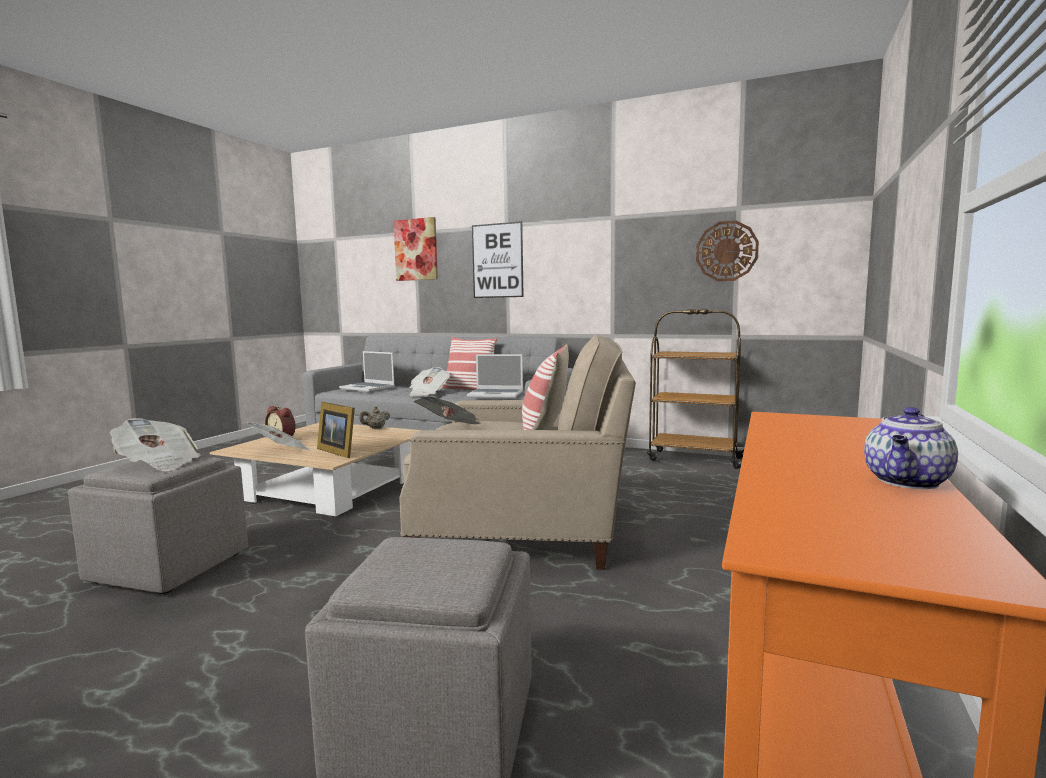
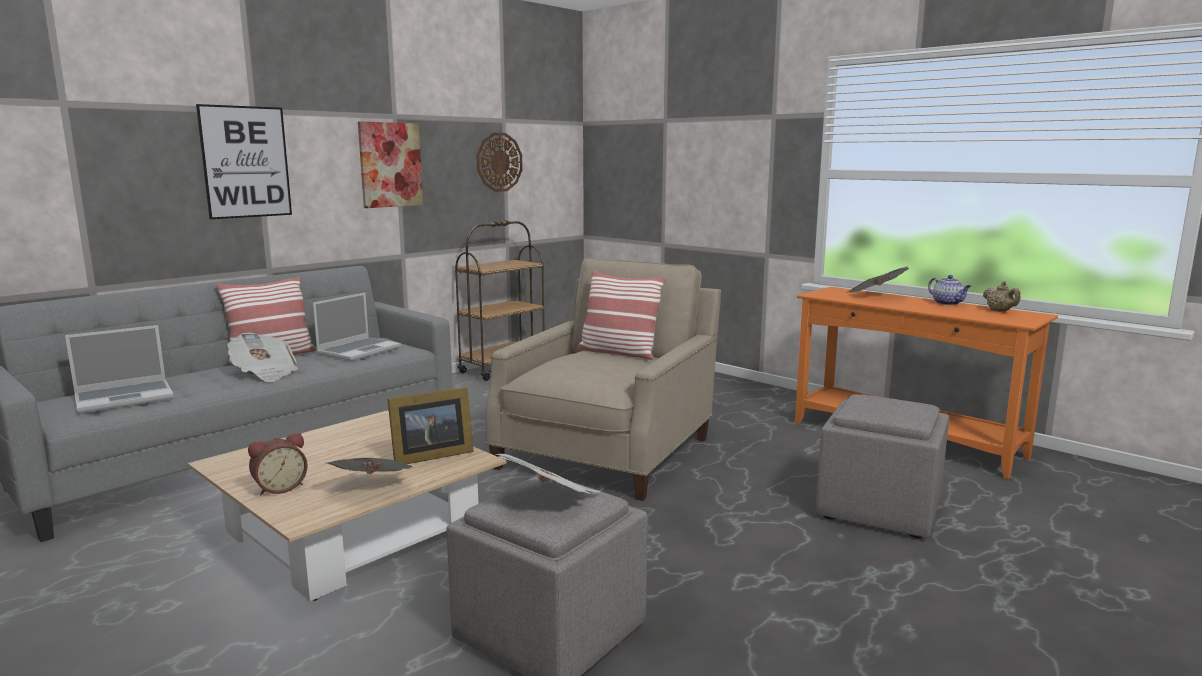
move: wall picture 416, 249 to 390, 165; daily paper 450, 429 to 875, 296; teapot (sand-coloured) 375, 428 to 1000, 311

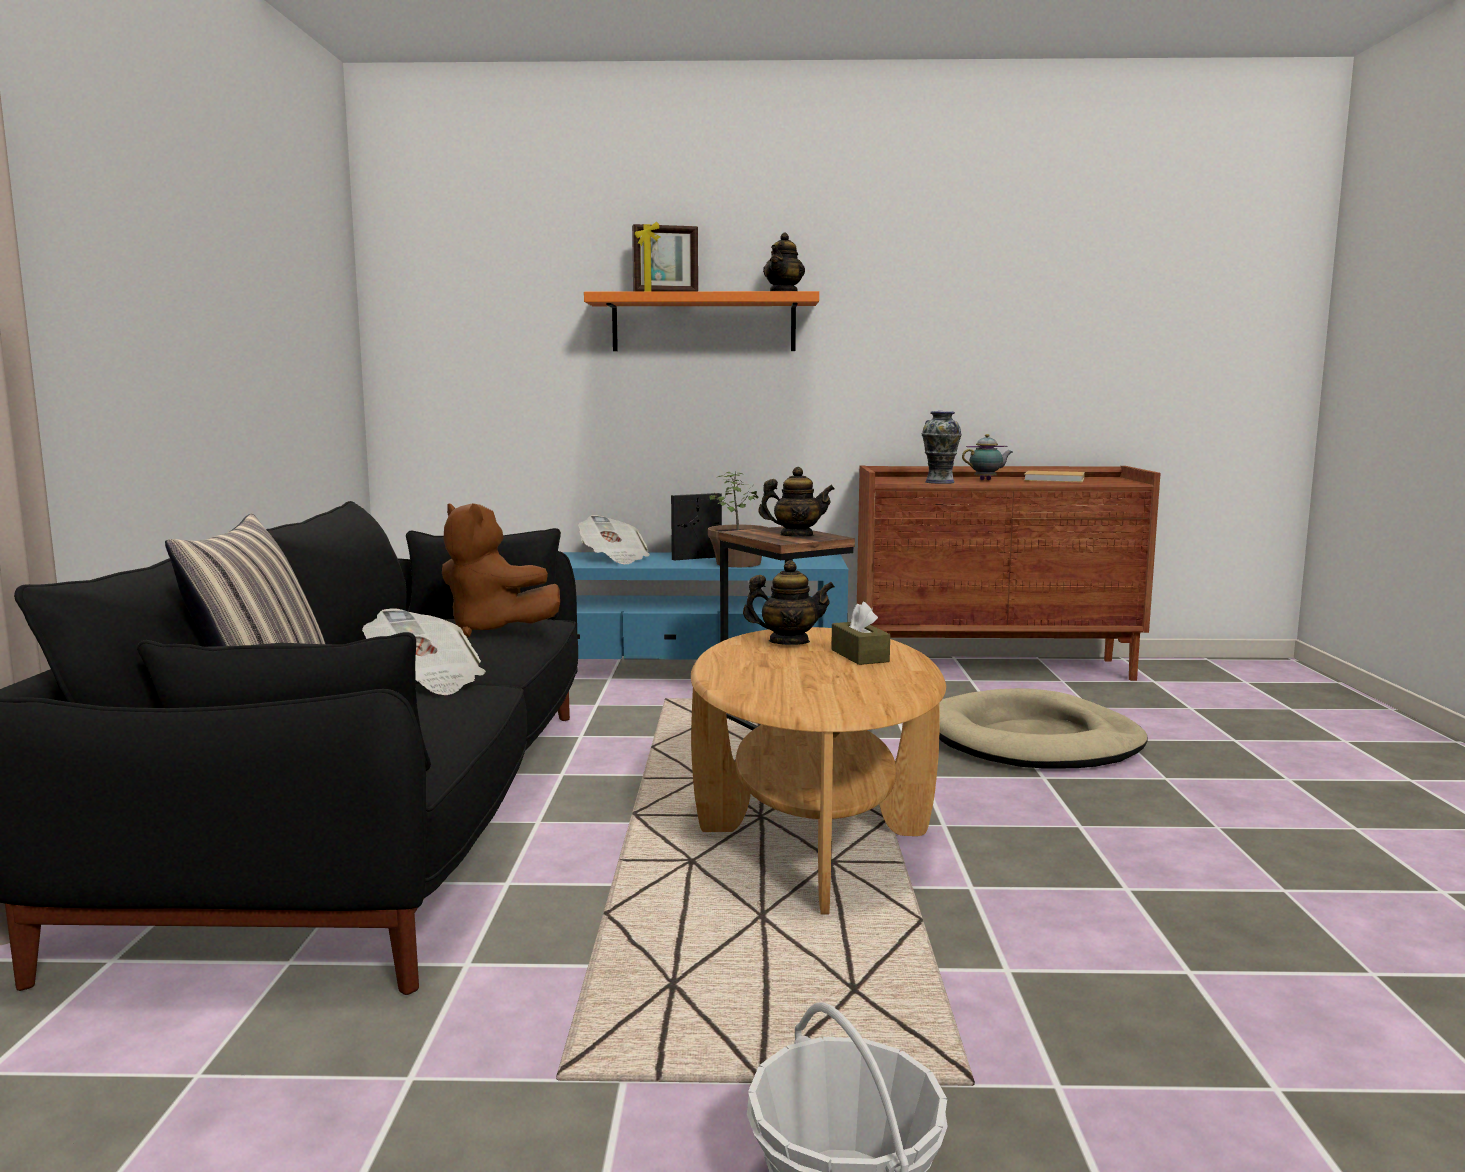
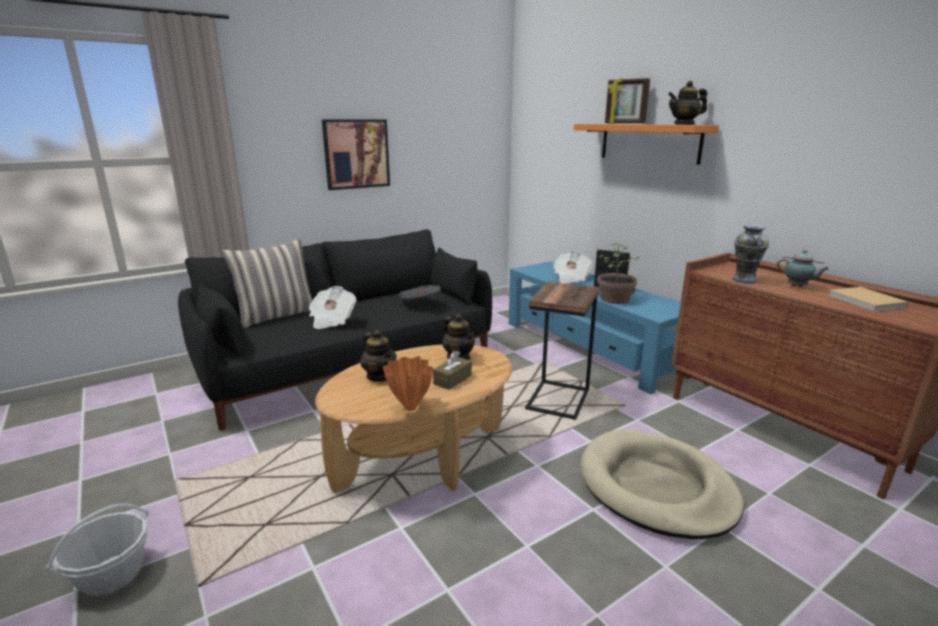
insert: wall picture 356, 154; flower vase (orange-coloured) 409, 407
move: teapot 796, 536 to 379, 376
replace: soft toy (brown-coloured) 493, 630 to daily paper 420, 303

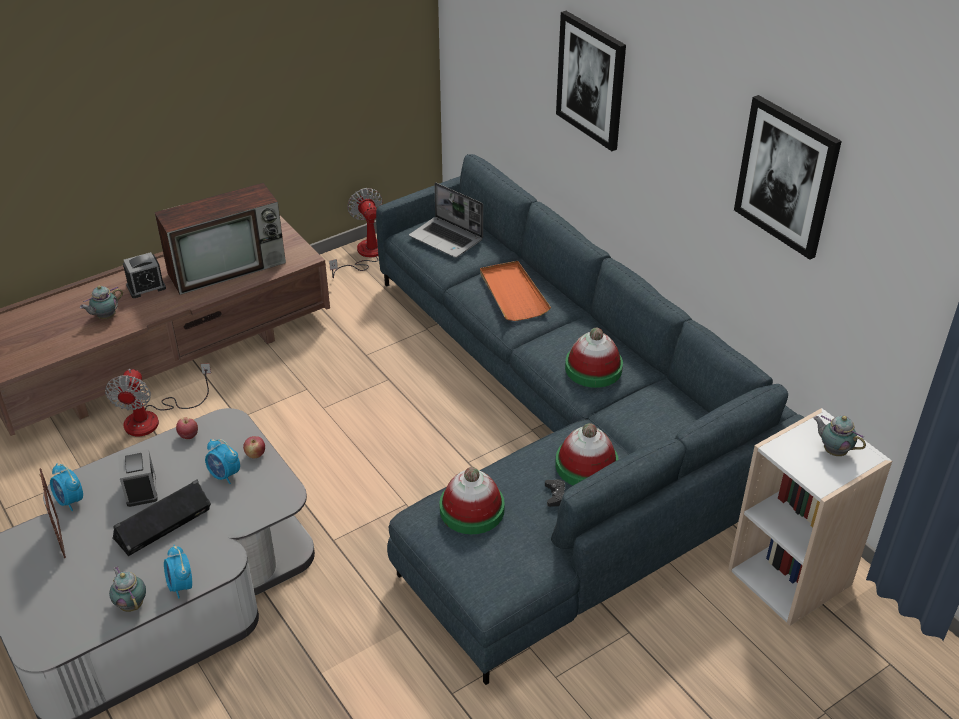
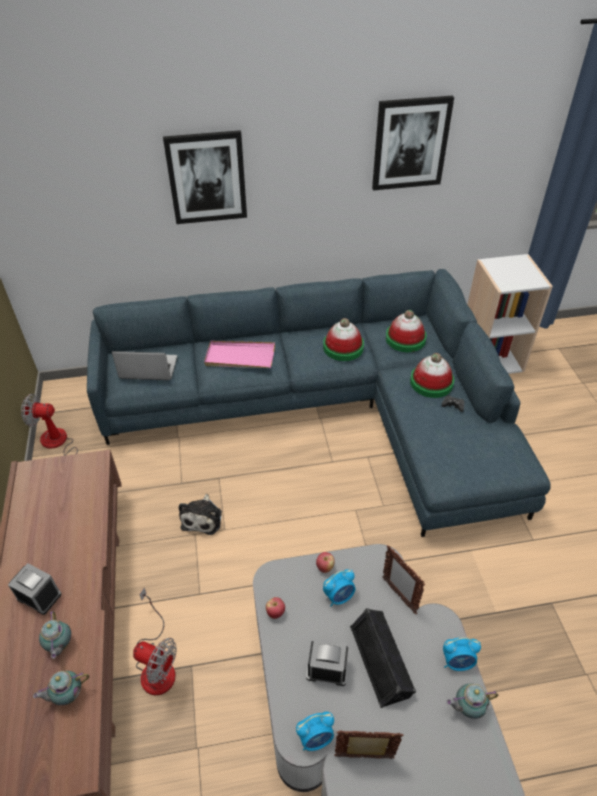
delete: TV set 229, 267
insert: soft toy 203, 518; picture frame 399, 595
move: teapot 833, 450 to 67, 695; wearable hat 472, 509 to 405, 339
recolor: tray (orange-coloured) 512, 293 to tray (pink-coloured) 240, 357
rotate: table clock 146, 287 = 39, 596 60 degrees counterclockwise; portable computer 447, 238 = 148, 369 150 degrees counterclockwise

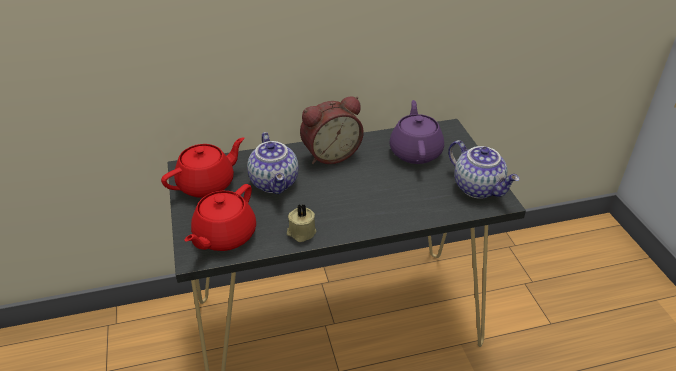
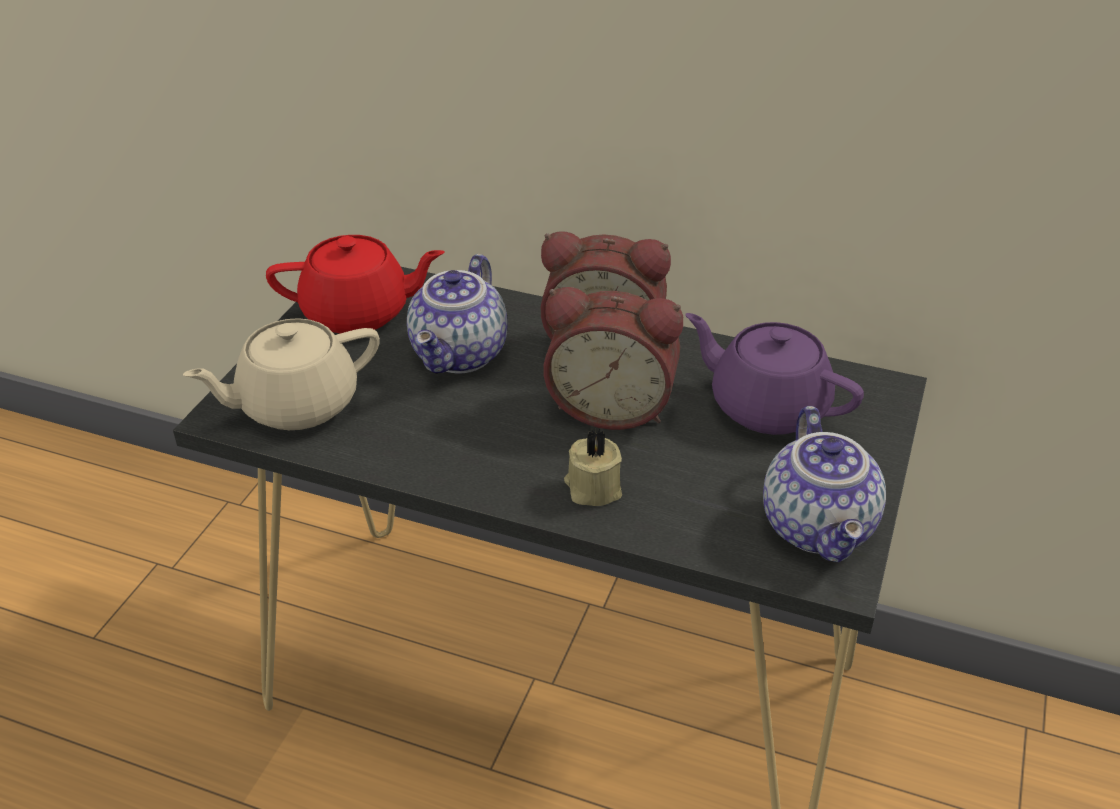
insert: table clock 612, 405
move: candle (sand-coloured) 301, 232 to 592, 488
recolor: teapot (red) 224, 236 to teapot (sand-coloured) 296, 404
rotate: teapot (purplish) 415, 152 = 767, 406 90 degrees counterclockwise

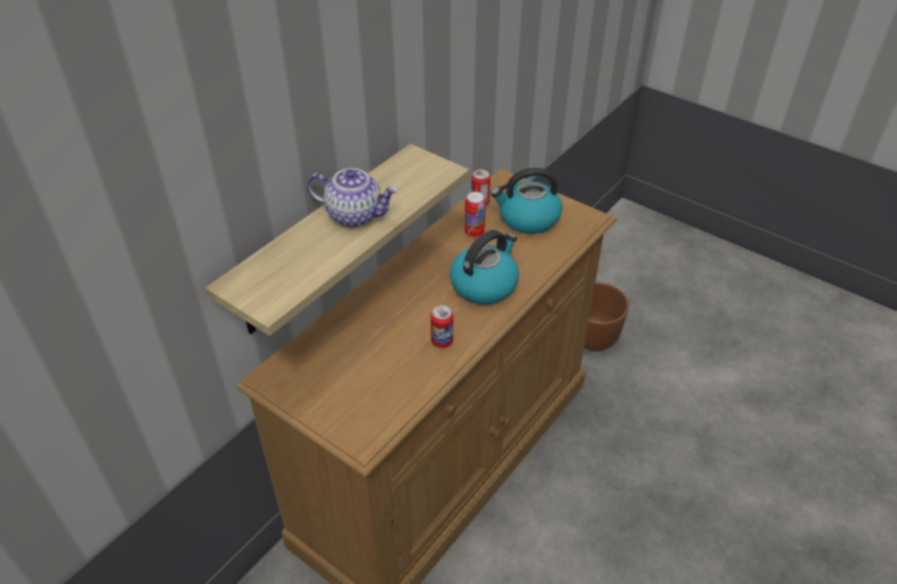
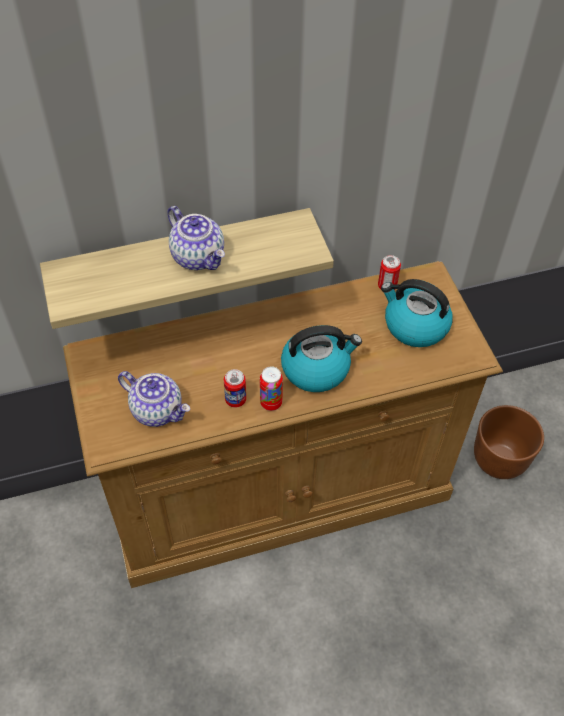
insert: teapot 158, 410
move: can 474, 233 to 271, 403

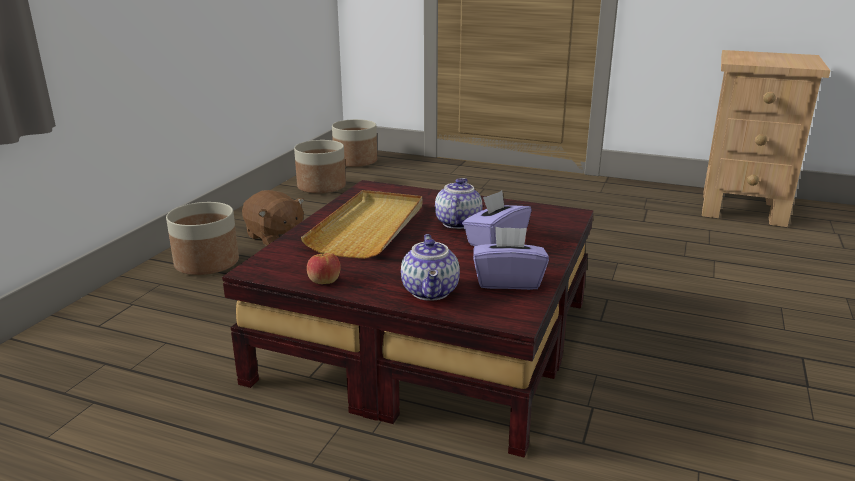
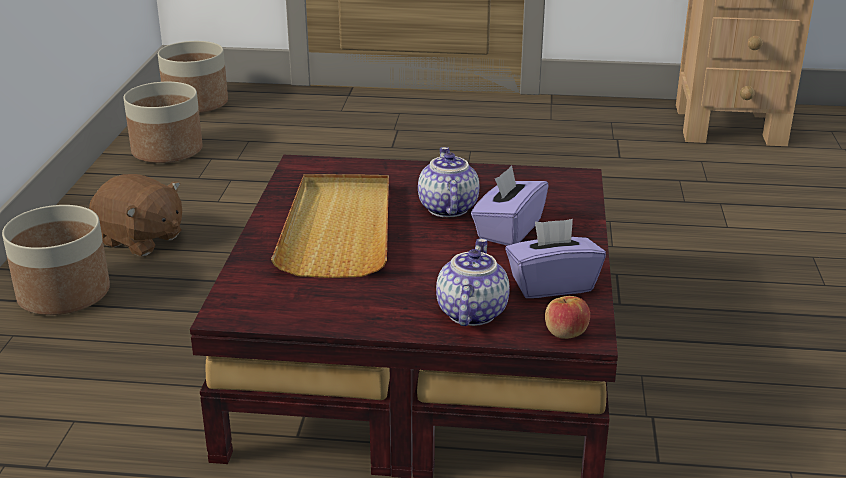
move: apple 324, 281 to 565, 332
rotate: teapot 431, 292 = 470, 312 150 degrees counterclockwise

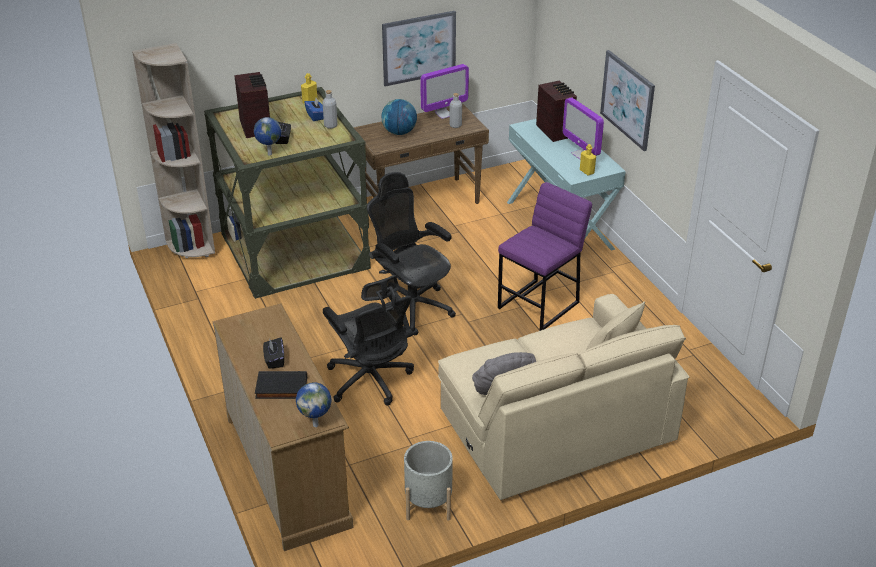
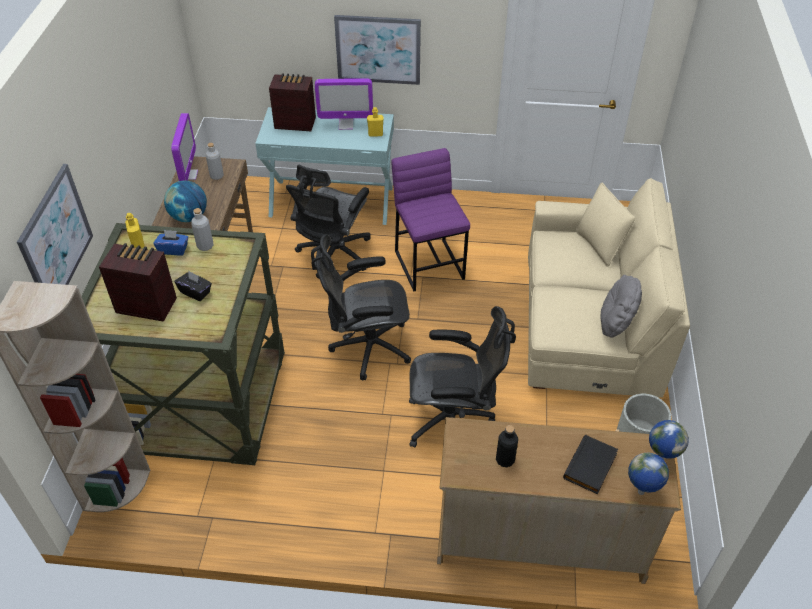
delete: box of tissues (black-coloured) 274, 360
insert: desk chair 333, 256; bottle (black-coloured) 505, 460
move: wall picture 419, 48 to 56, 238; globe 269, 154 to 641, 493

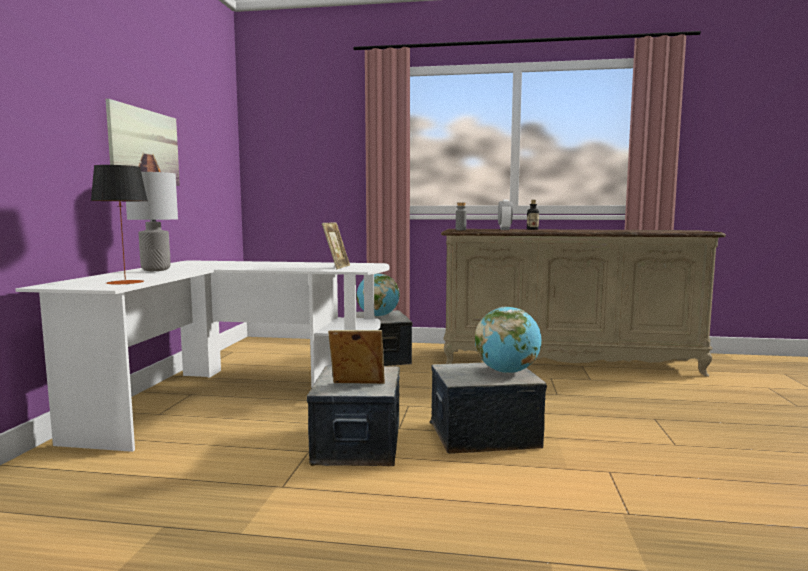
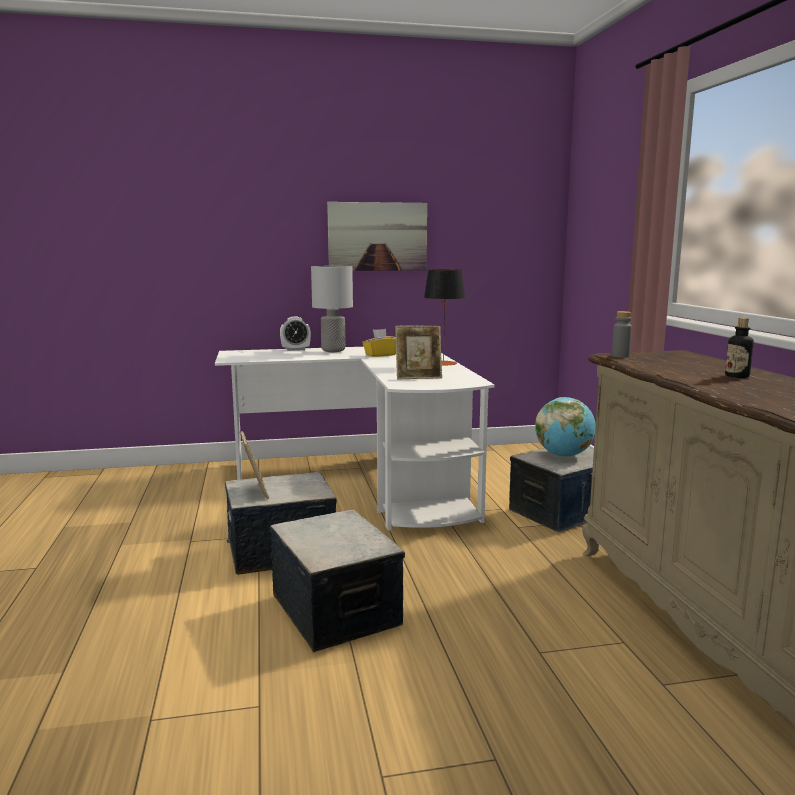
delete: globe 507, 372
insert: box of tissues (yellow-coloured) 380, 355
move: table clock 504, 229 to 295, 349; tabletop lamp 125, 282 to 443, 363

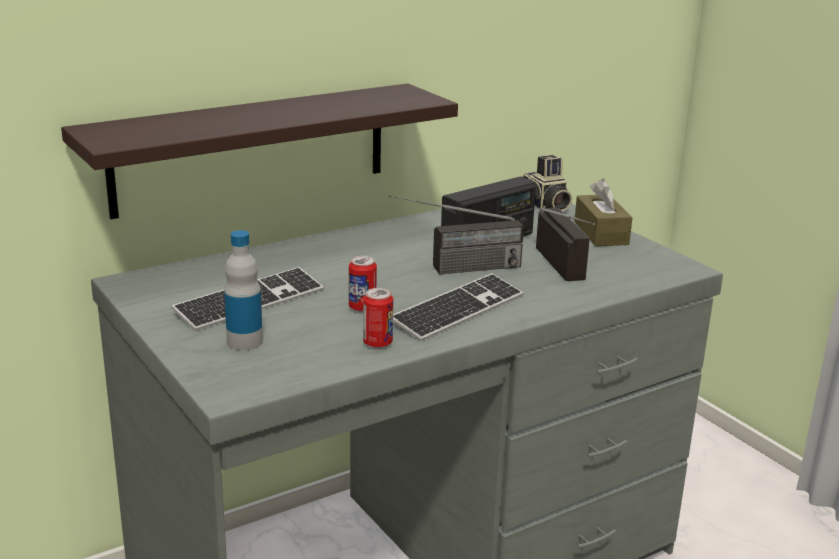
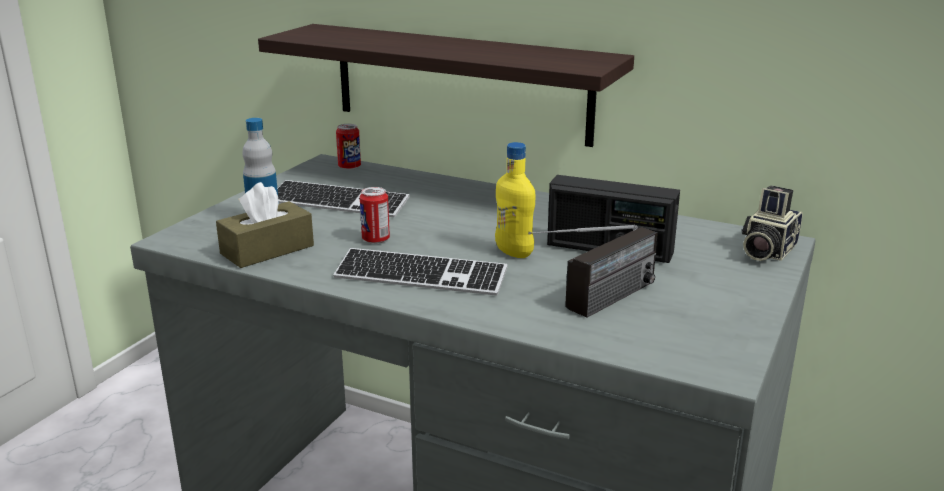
move: box of tissues (brown-coloured) 601, 233 to 267, 250; can 377, 343 to 349, 167
replace: radio set 455, 269 to bottle (yellow-coloured) 514, 252

